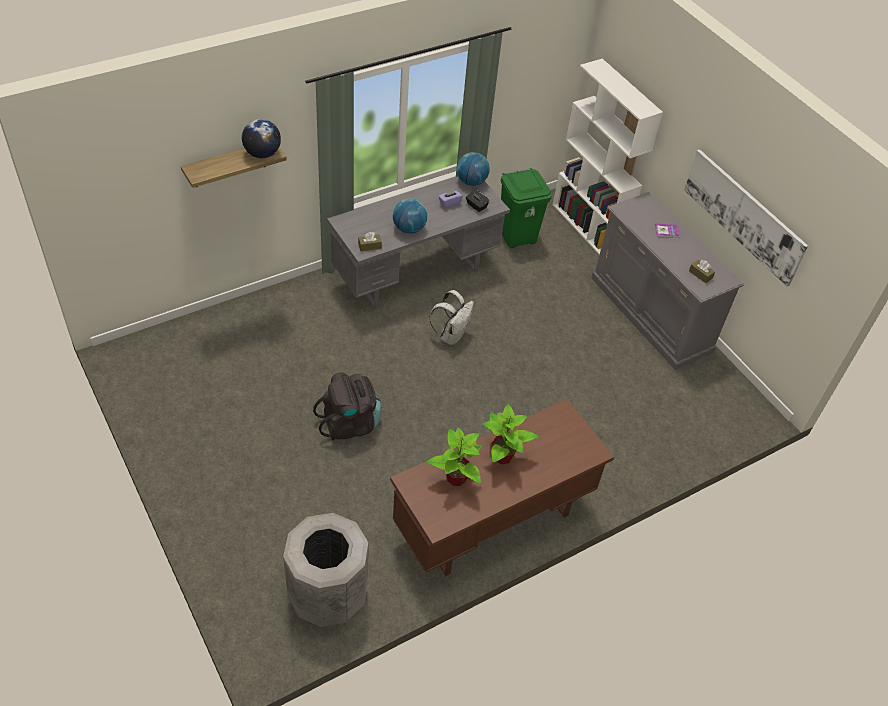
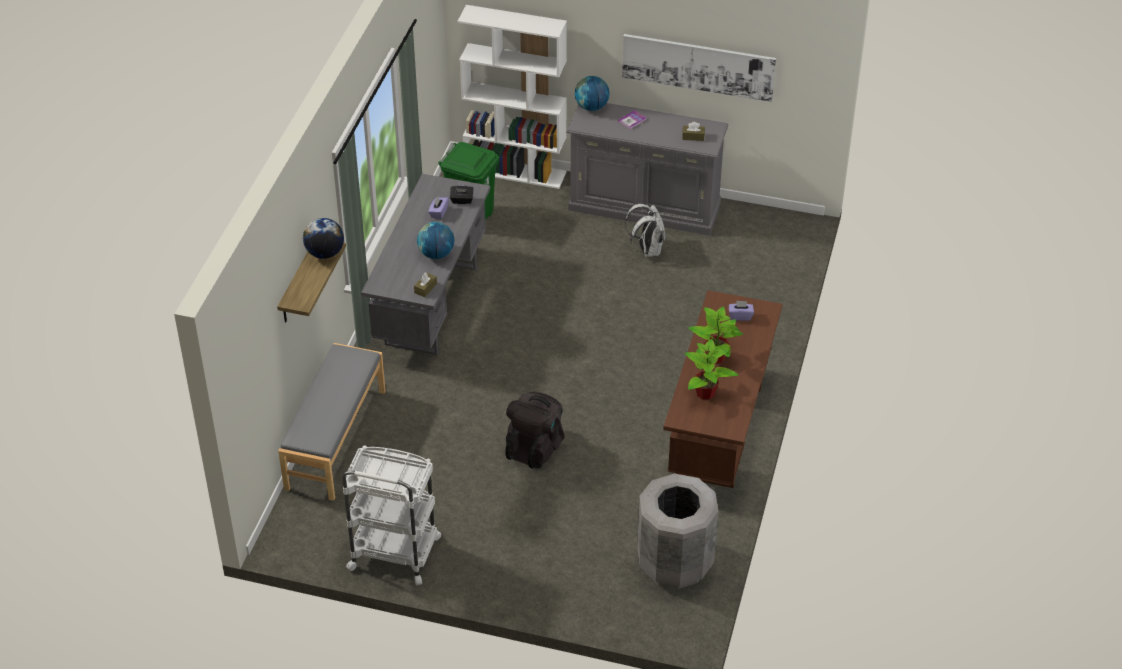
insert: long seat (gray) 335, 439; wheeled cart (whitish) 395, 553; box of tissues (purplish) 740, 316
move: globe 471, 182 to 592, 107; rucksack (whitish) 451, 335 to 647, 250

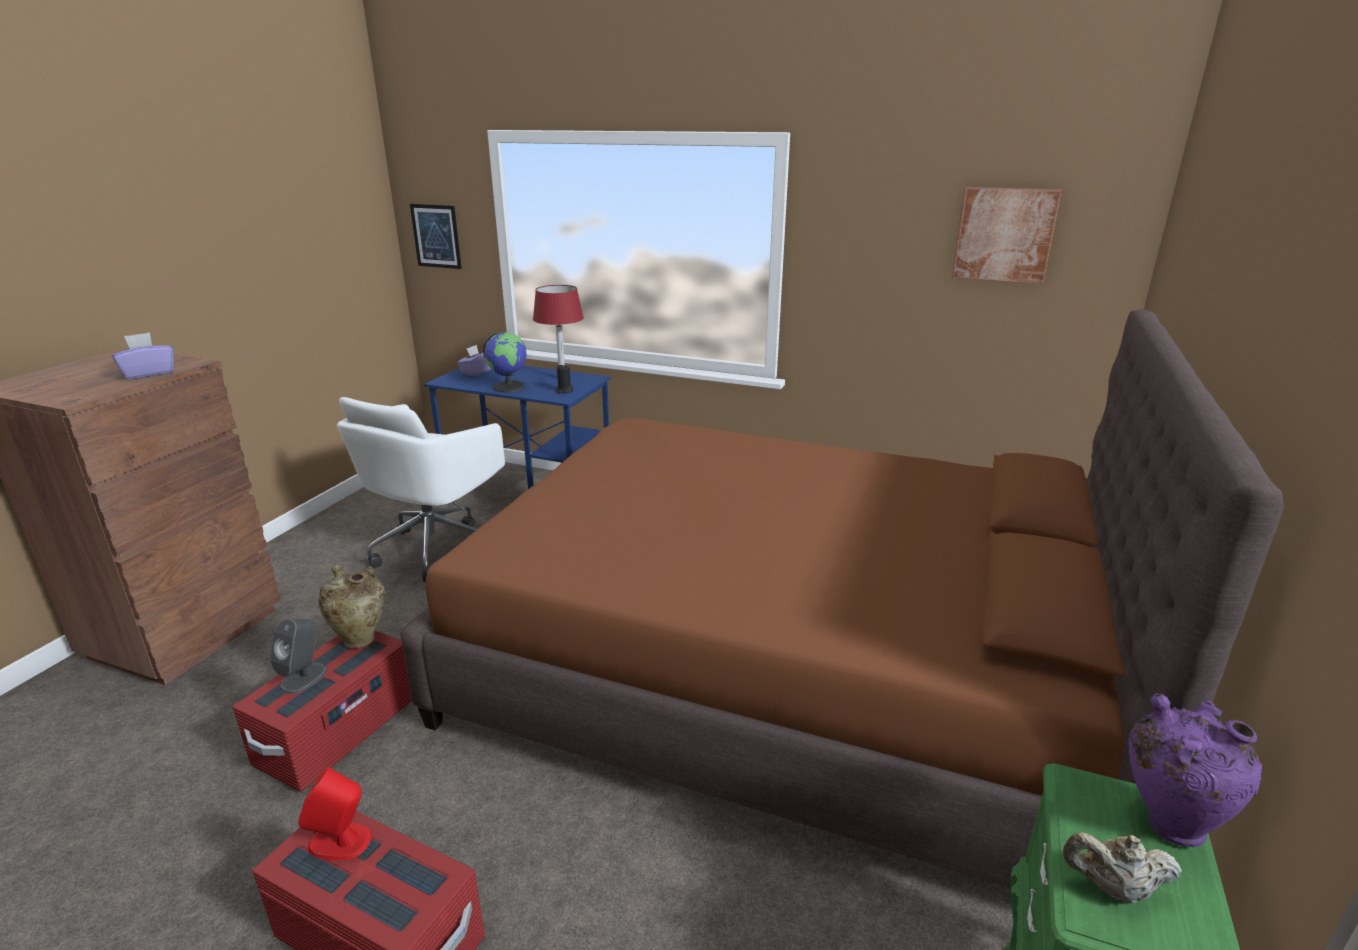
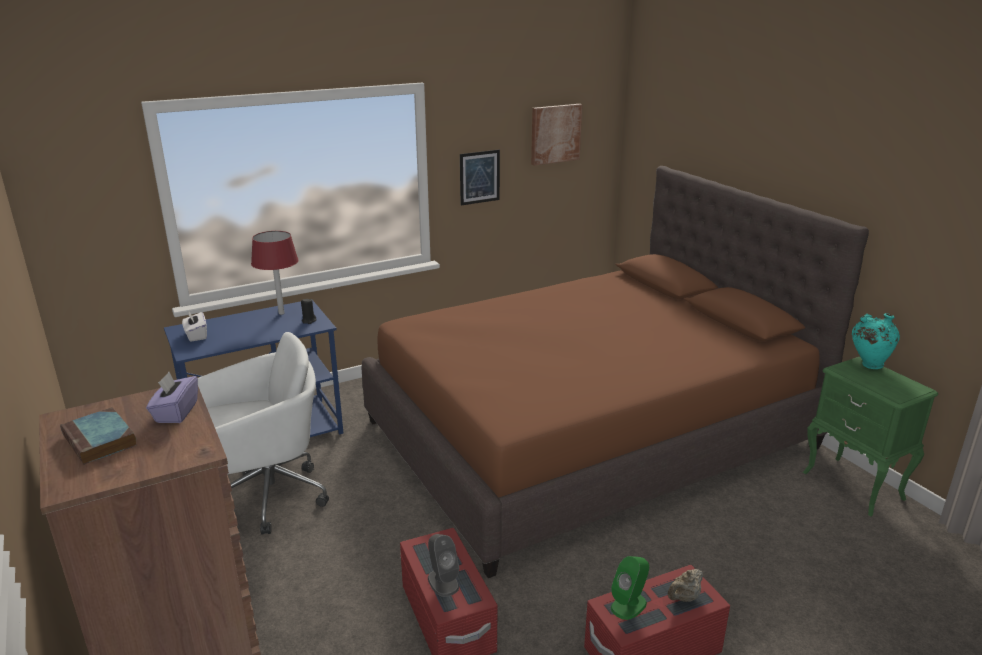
delete: flower vase (sand-coloured) 360, 638; globe 509, 386
insert: bound book 101, 441
move: wall picture 436, 236 to 479, 177; teapot (sand-coloured) 1112, 888 to 684, 598
recolor: box of tissues (purplish) 476, 372 to box of tissues (whitish) 196, 335; loudspeaker (red) 341, 841 to loudspeaker (green) 629, 605; flower vase (purplish) 1169, 822 to flower vase (turquoise-coloured) 868, 365
rotate: desk chair (whitish) 437, 548 = 267, 500 90 degrees counterclockwise

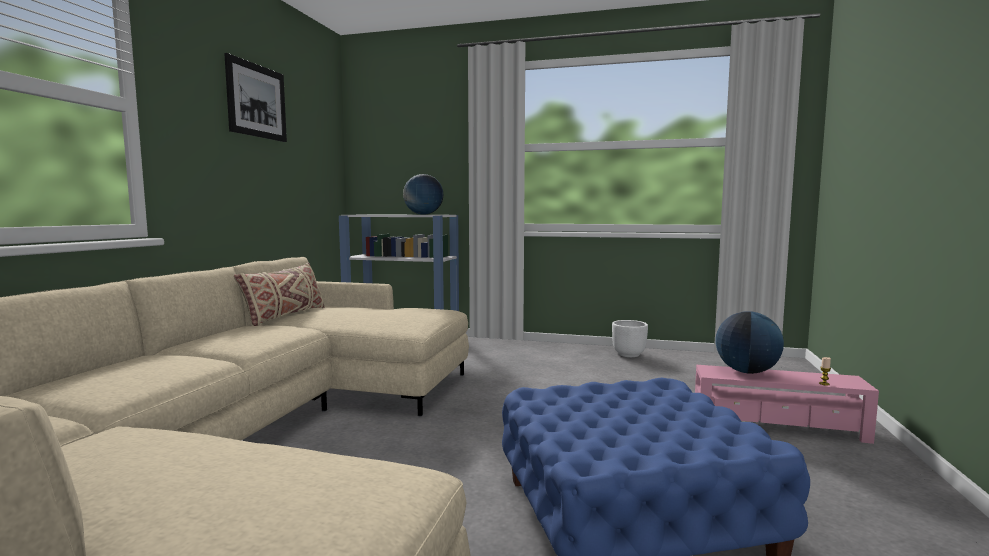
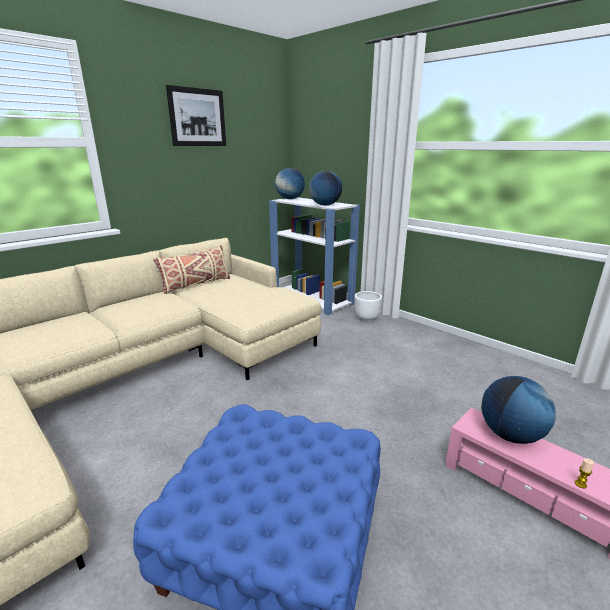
insert: globe 290, 199
move: flower pot (whitish) 629, 354 to 367, 318

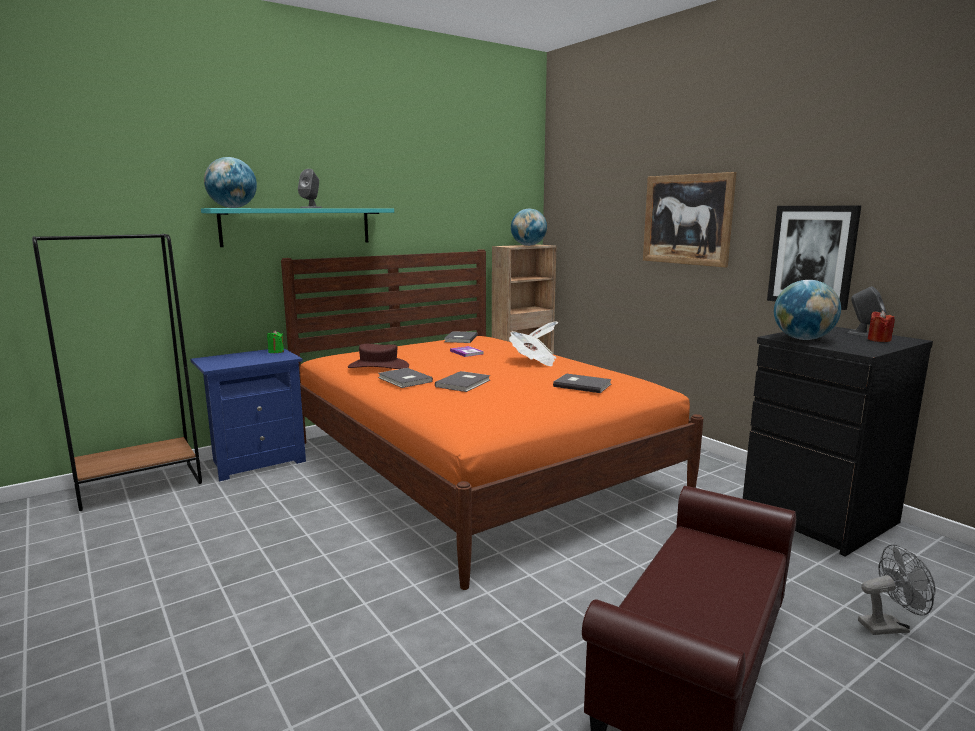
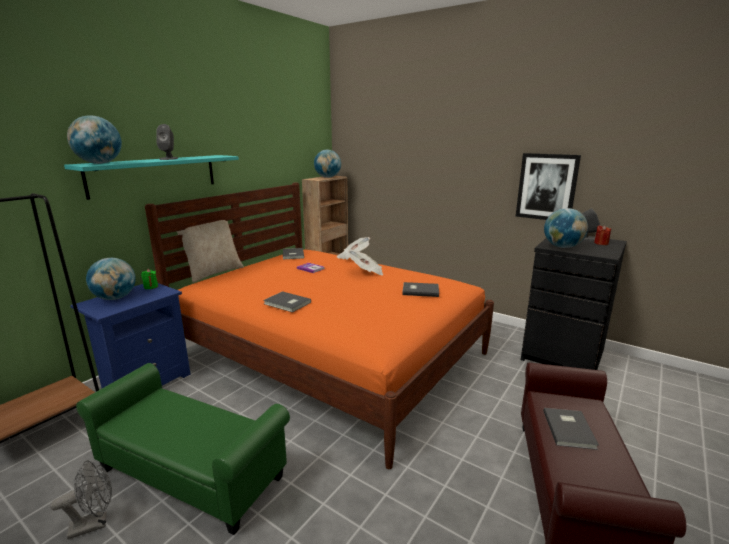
delete: wearable hat (brown-coloured) 378, 366; wall picture 687, 219
insert: ottoman (green) 191, 473; globe 115, 298; pillow (sand-coloured) 213, 273
move: cooling fan (gray) 889, 626 to 94, 523; bound book (gray) 464, 383 to 570, 429

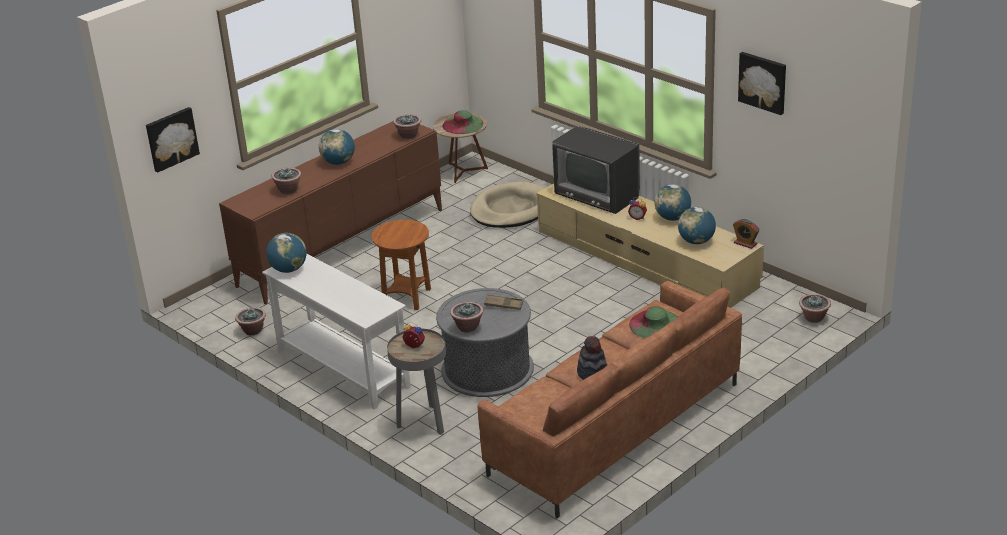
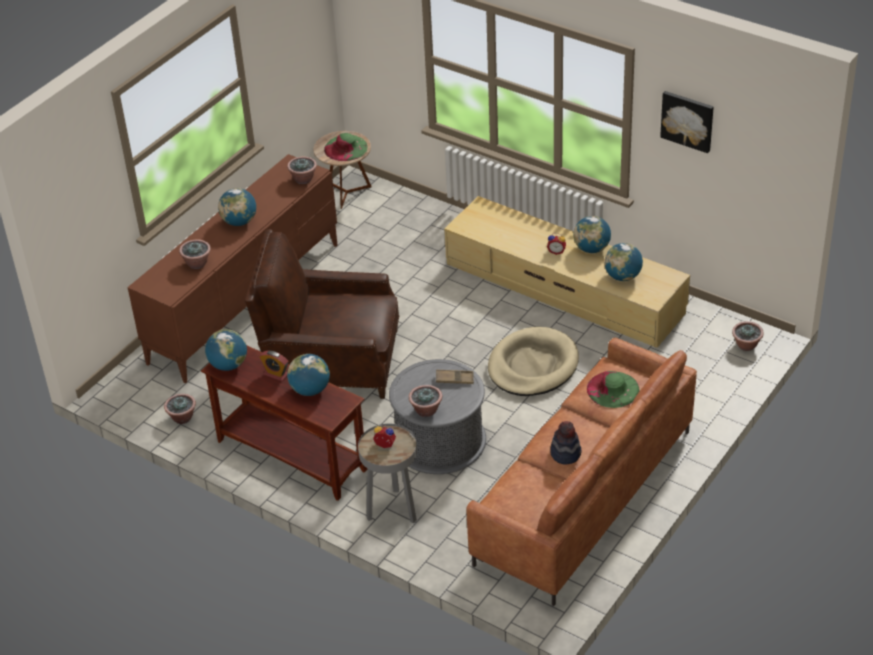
delete: wall picture 171, 138; TV set 598, 194
insert: globe 310, 390
move: table clock 745, 243 to 276, 374; dog cushion (sand-coloured) 510, 209 to 532, 366
replace: side table (brown-coloured) 406, 297 to armchair (brown-coloured) 332, 360
recolor: console table (whitish) 342, 369 to console table (brown-coloured) 291, 455

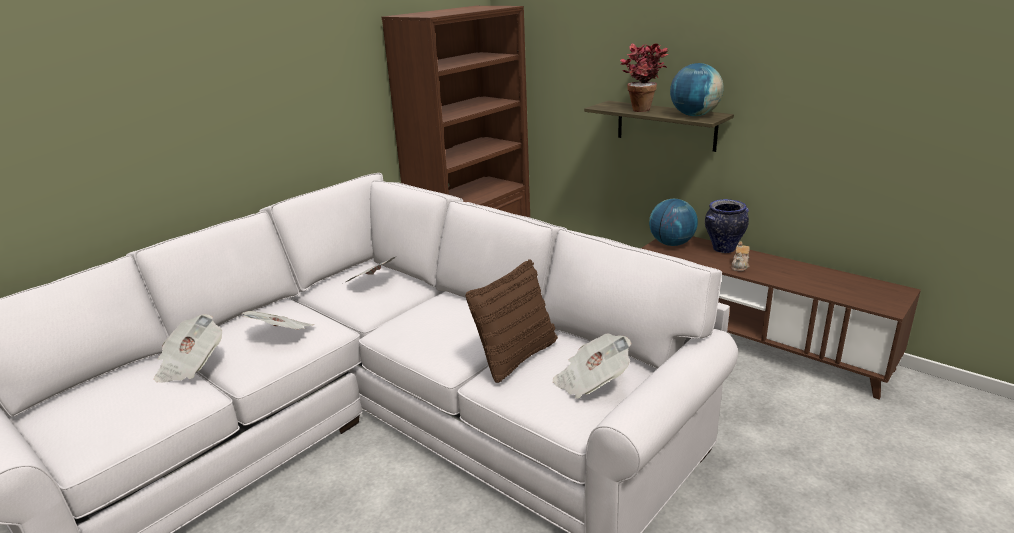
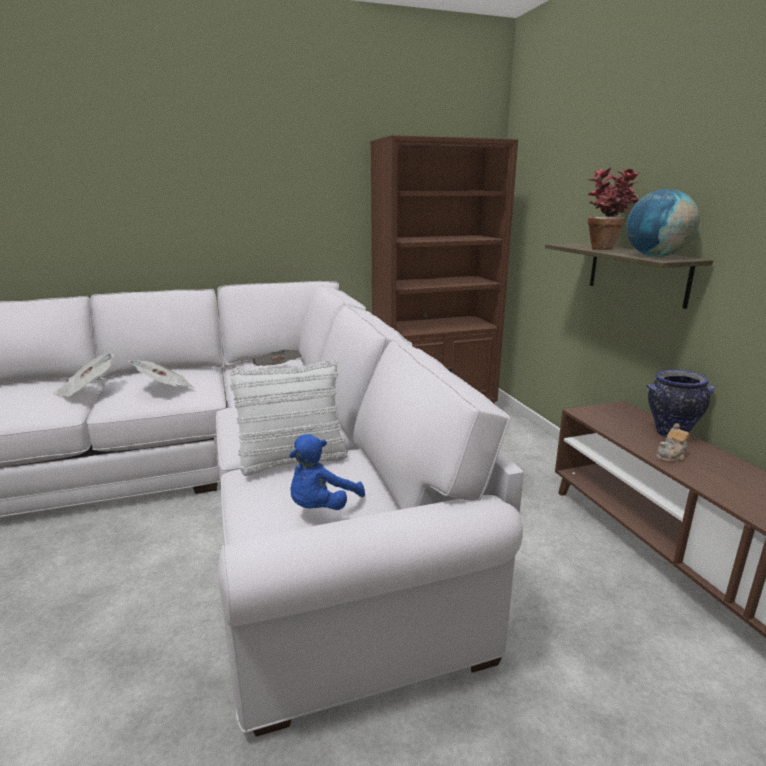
delete: globe 671, 244
replace: daily paper 591, 382 to soft toy (blue) 321, 507
recolor: pillow (brown-coloured) 516, 358 to pillow (whitish) 293, 461

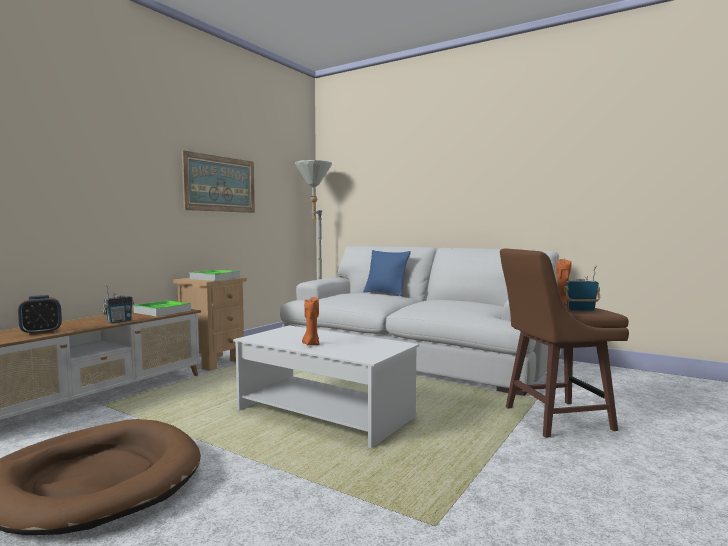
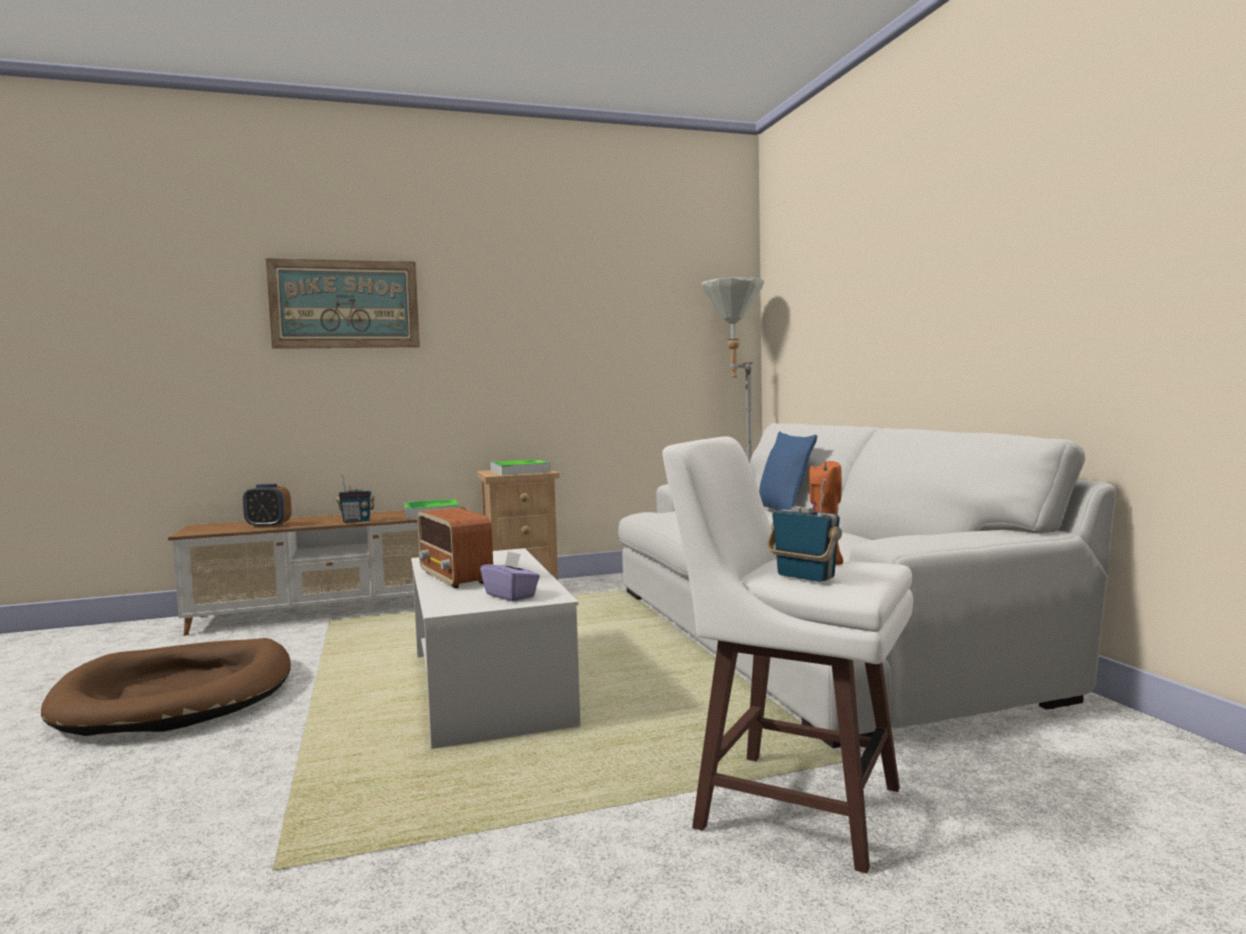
insert: box of tissues (purplish) 511, 596
move: wall picture 220, 184 to 345, 304
replace: candle (orange-coloured) 311, 344 to radio set 455, 578
recolor: stool seat (brown-coloured) 554, 418 to stool seat (whitish) 793, 805

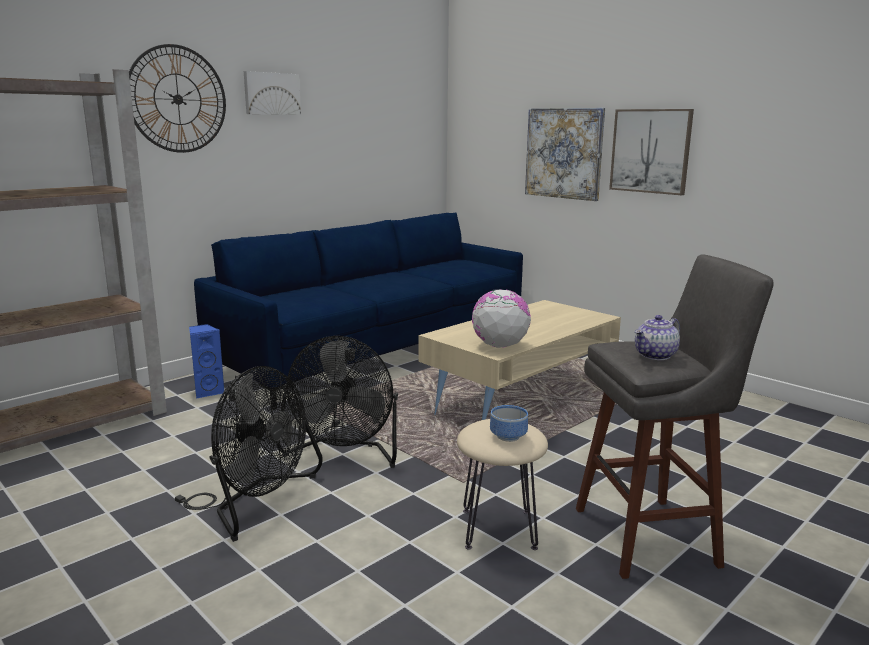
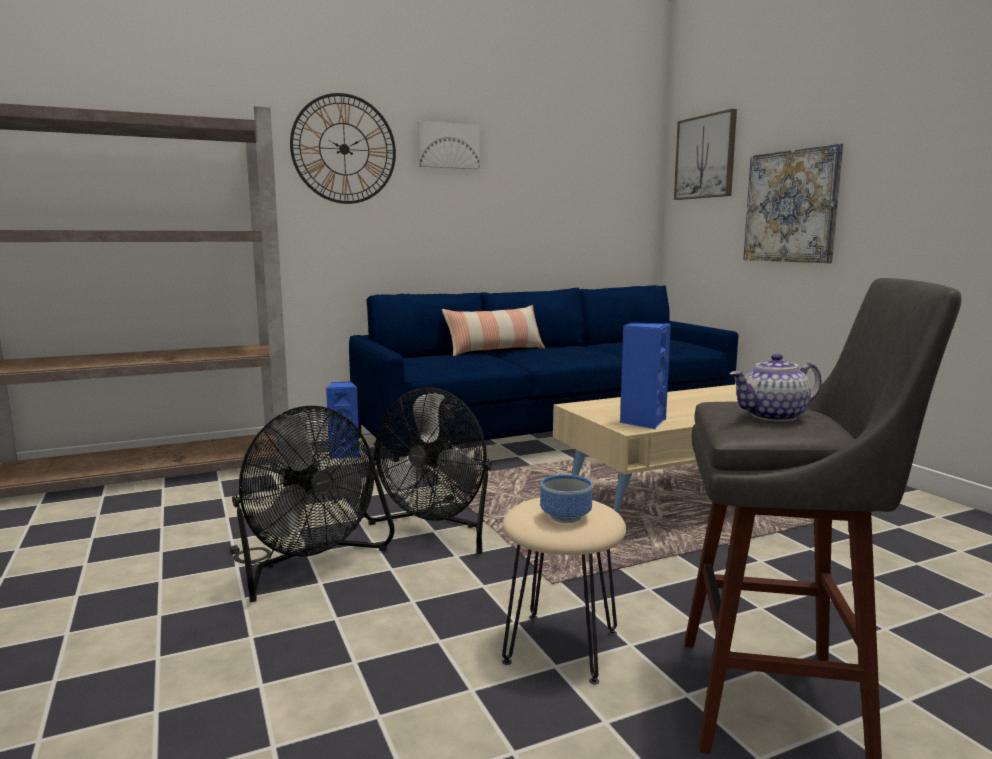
insert: pillow 495, 351
move: wall picture 650, 151 to 705, 157
replace: globe 499, 346 to loudspeaker (blue) 642, 422

